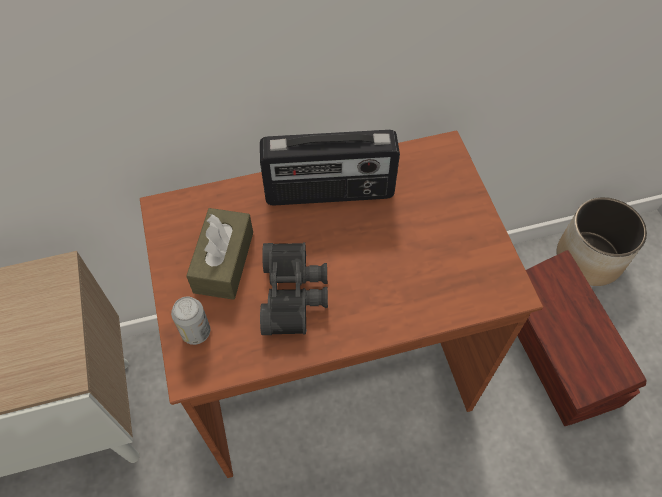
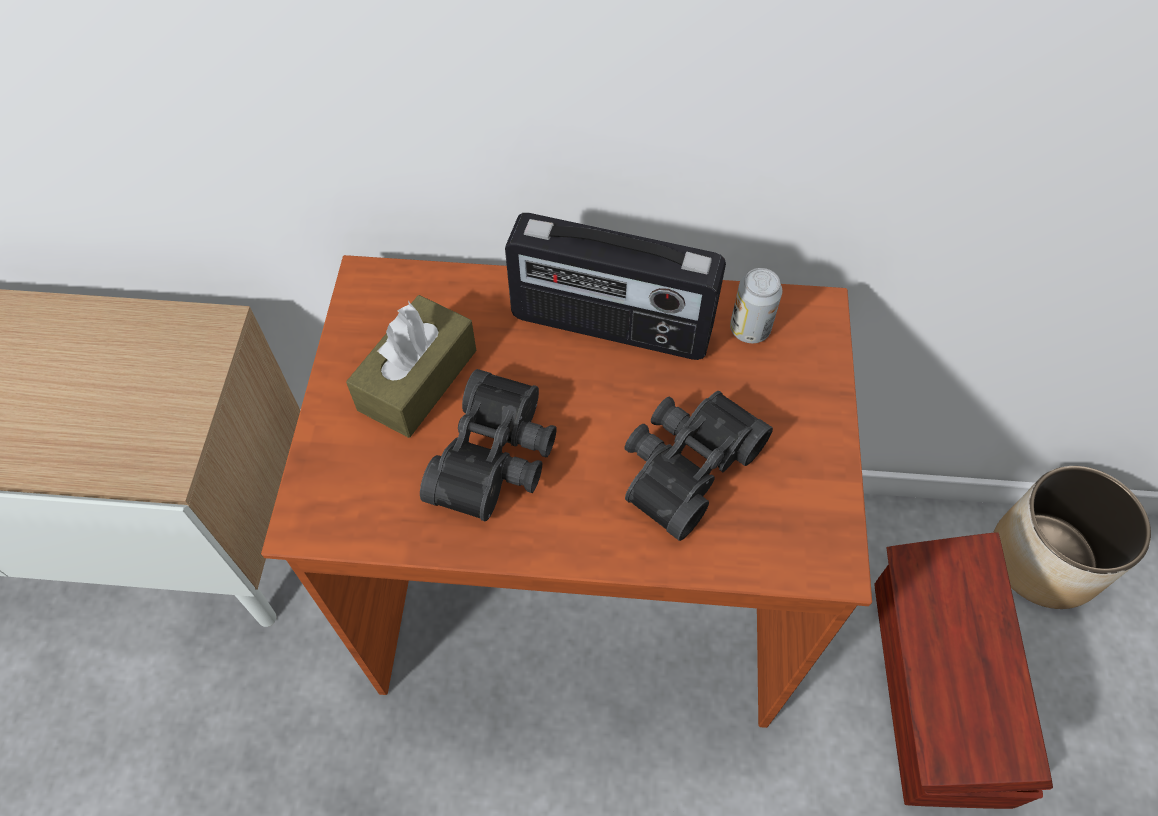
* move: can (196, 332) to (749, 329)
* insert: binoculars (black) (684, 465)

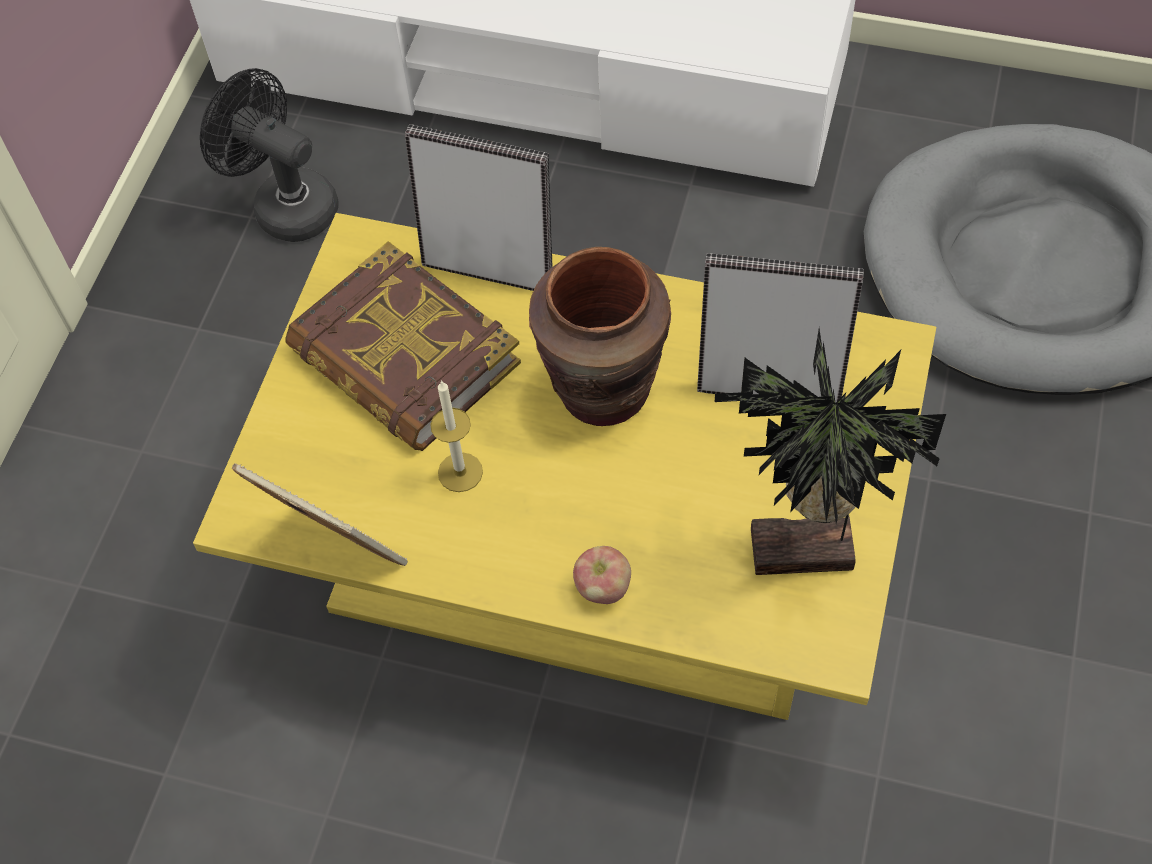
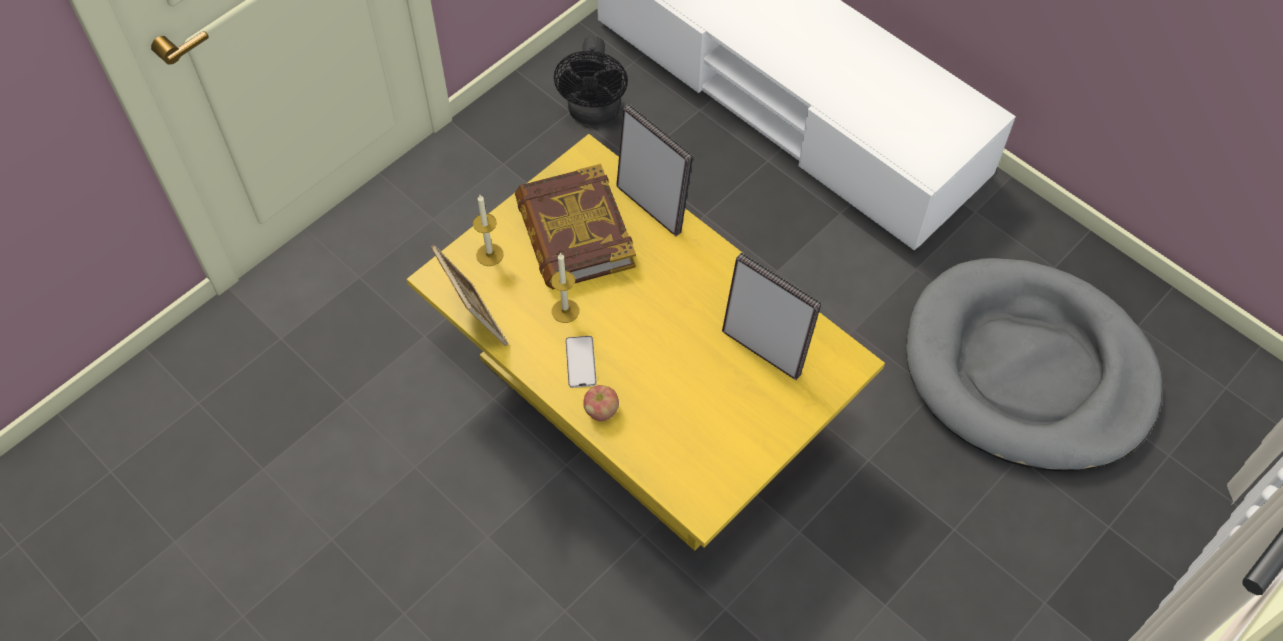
* rotate: fan (black) (285, 204) = (594, 113) 150 degrees counterclockwise
* delete: vase (brown) (603, 390)
* delete: potted plant (804, 557)
* insert: candle (489, 254)
* insert: phone (580, 362)

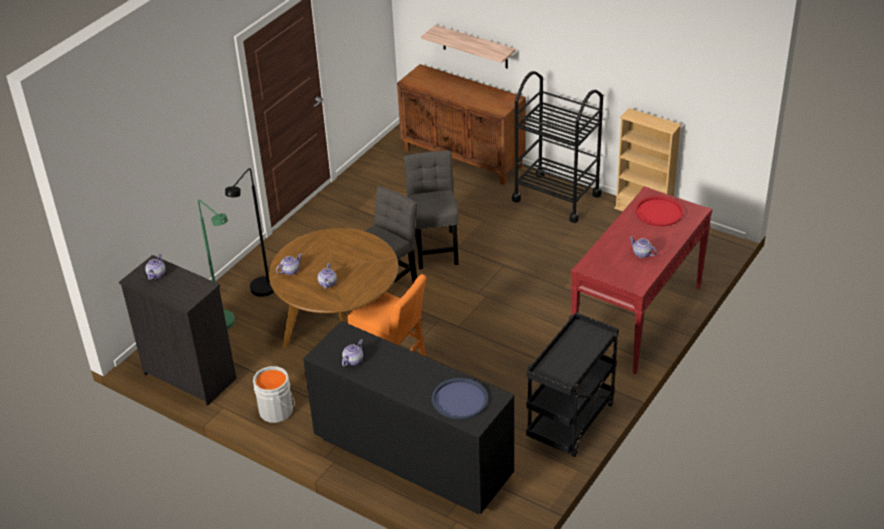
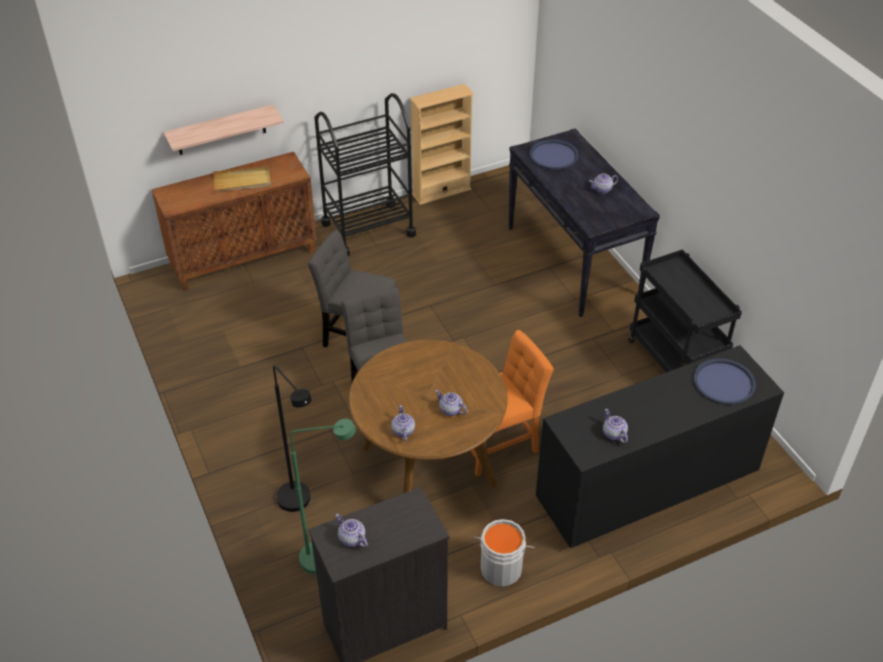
* recolor: console table (red) (637, 318) to console table (black) (573, 261)
* recolor: tray (red) (658, 212) to tray (blue) (553, 155)
* insert: tray (beige) (242, 181)

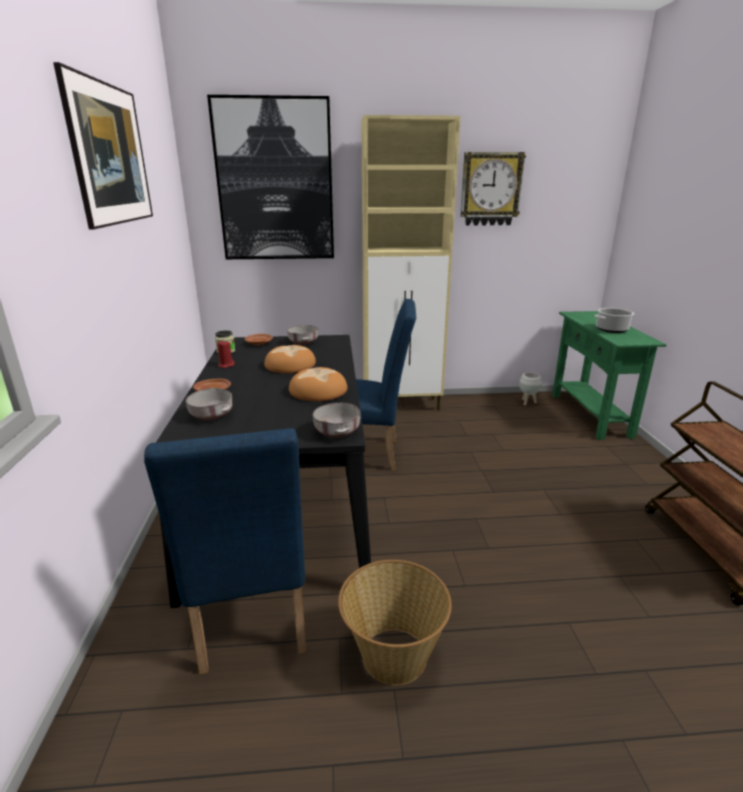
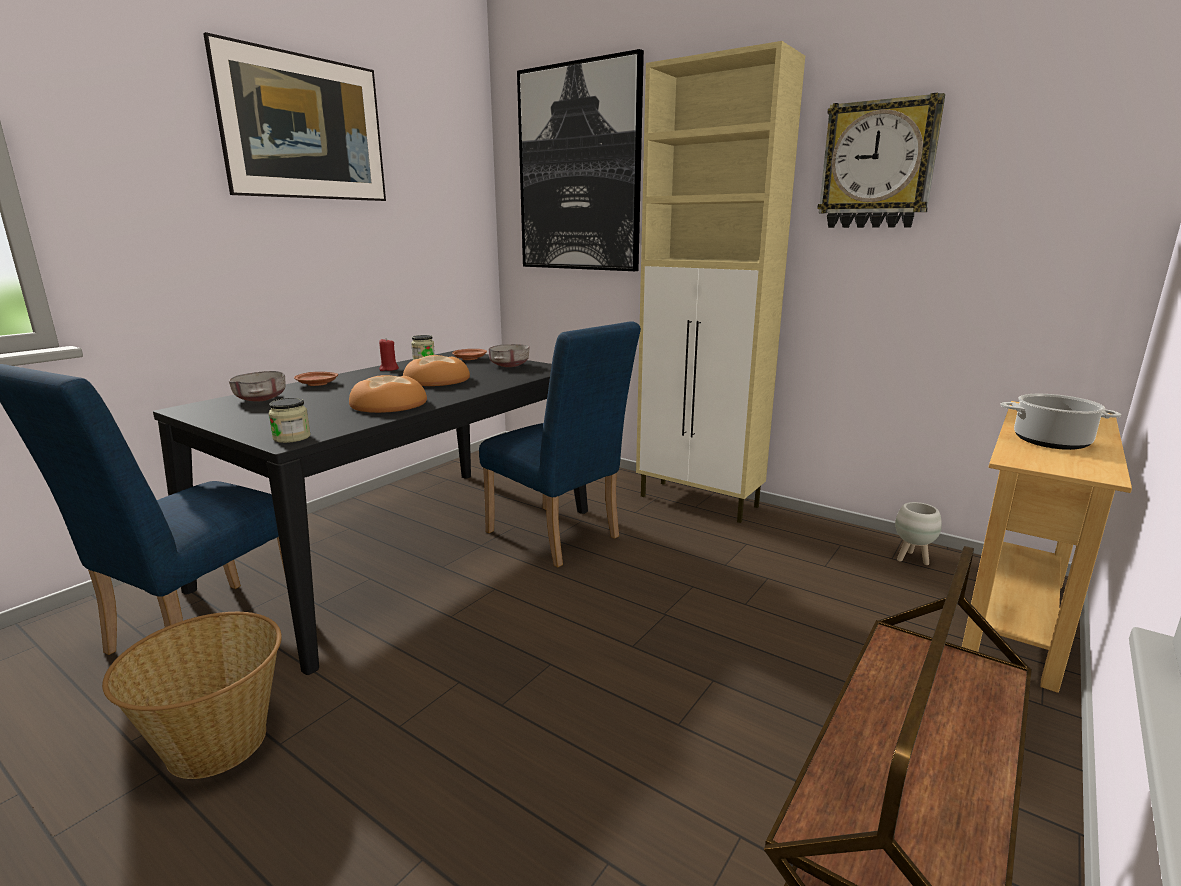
* recolor: console table (green) (590, 415) to console table (beige) (1015, 618)
* replace: bowl (grey) (337, 432) to jar (292, 437)

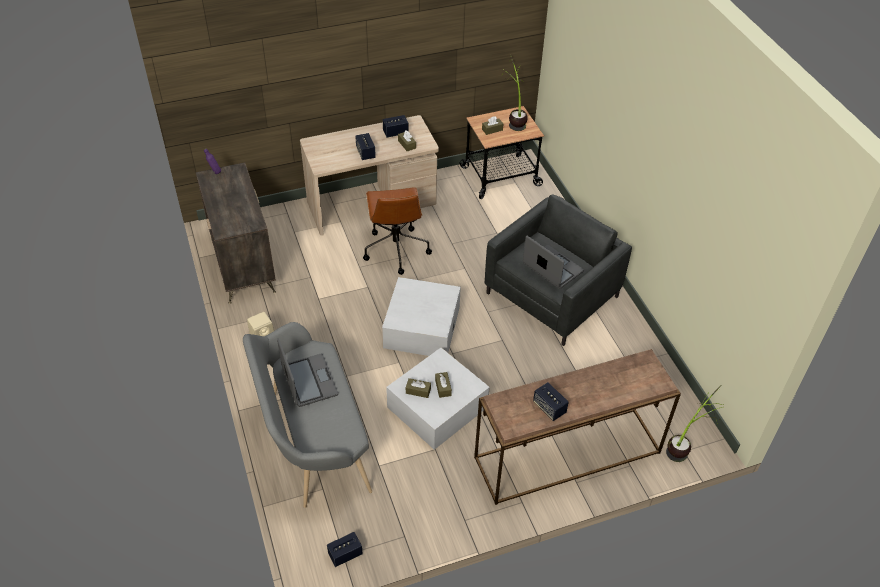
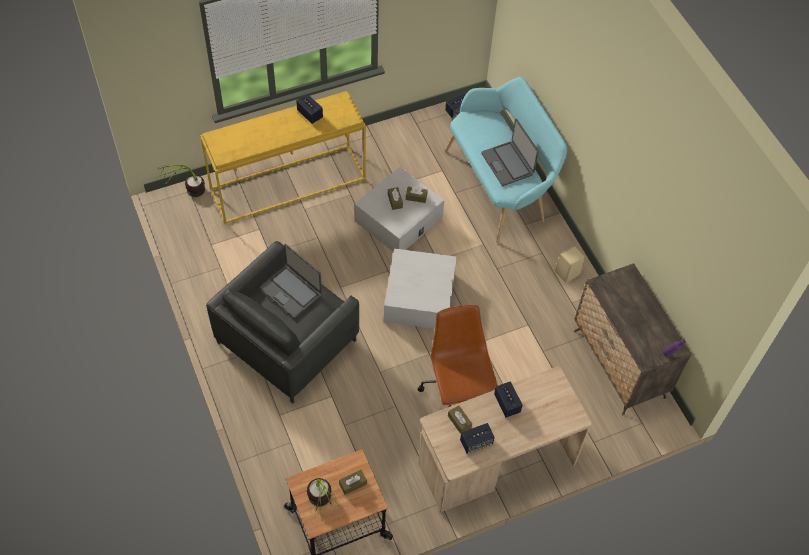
* recolor: bench (grey) (312, 442) to bench (turquoise) (499, 186)
* recolor: console table (brown) (567, 456) to console table (yellow) (289, 183)

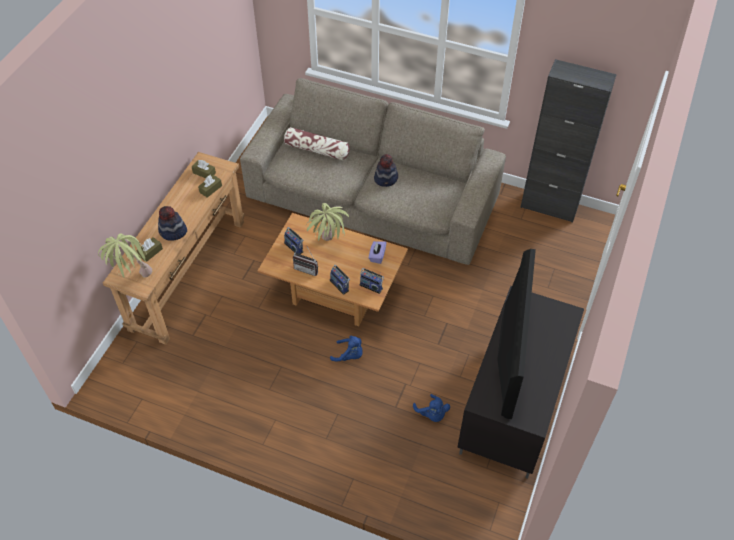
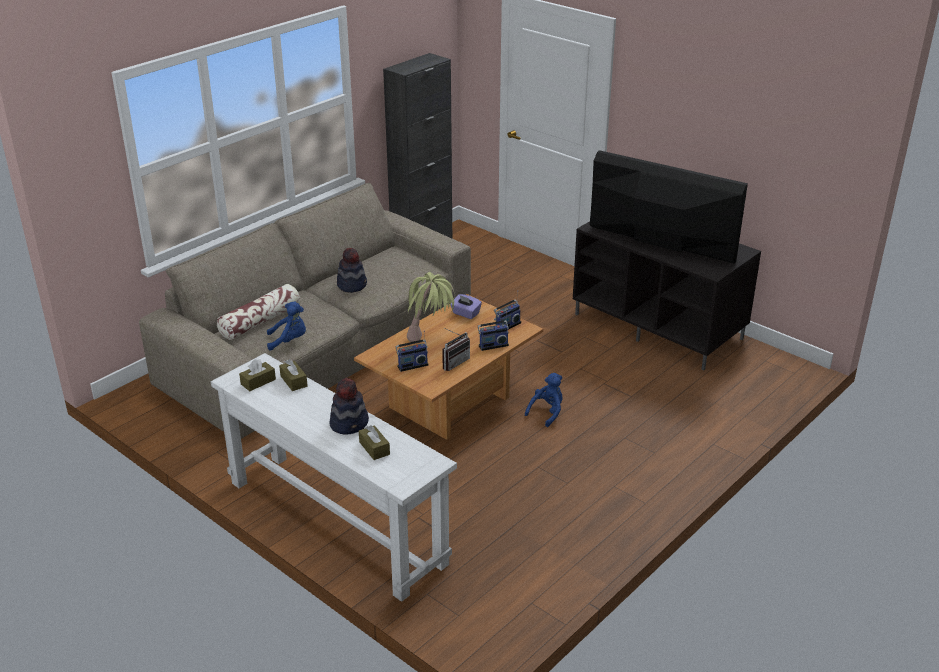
* recolor: console table (brown) (188, 274) to console table (white) (335, 522)
* delete: potted plant (132, 279)
* move: plush toy (blue) (432, 414) to (289, 341)

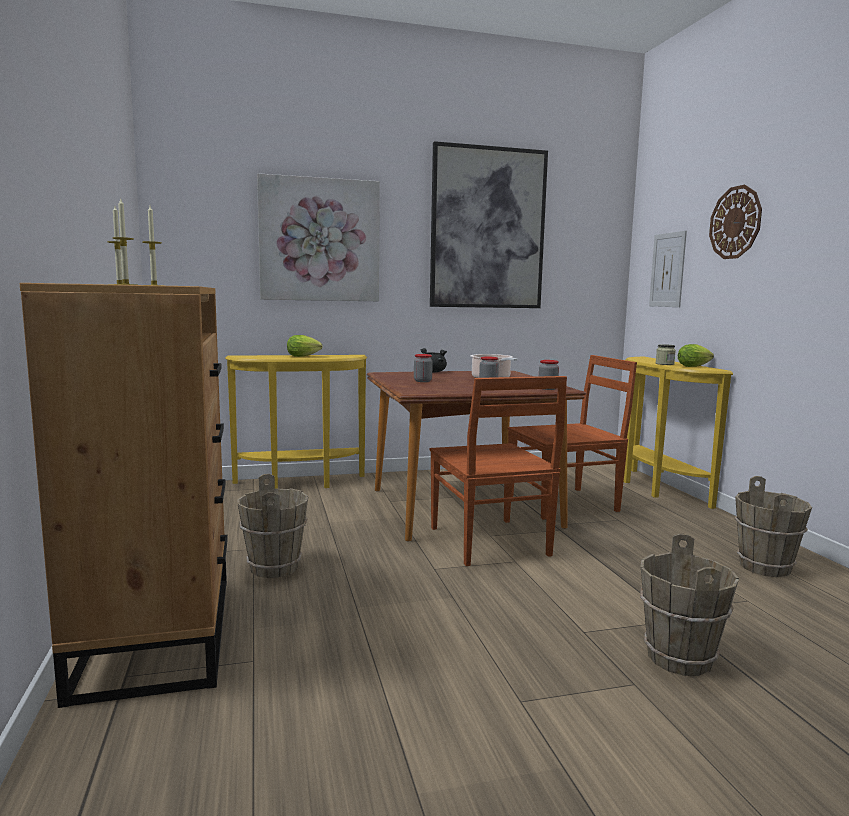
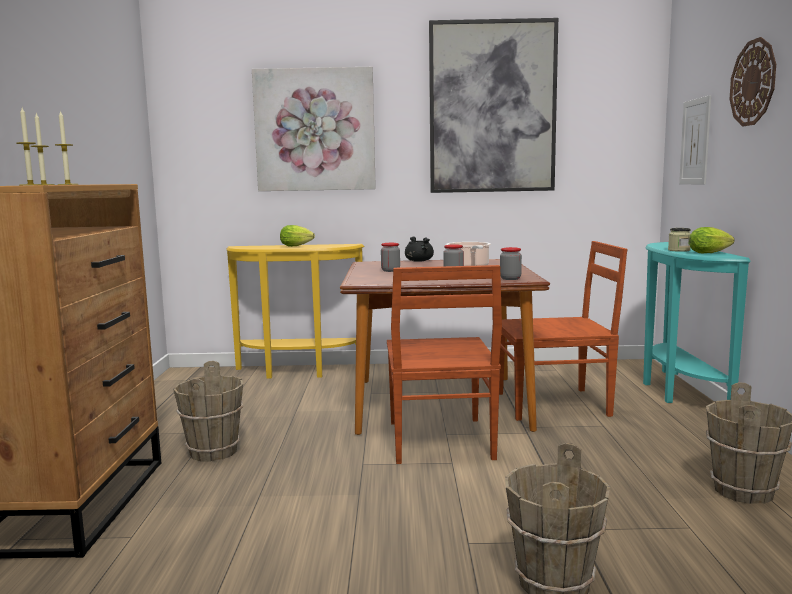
* recolor: console table (yellow) (656, 488) to console table (turquoise) (677, 392)

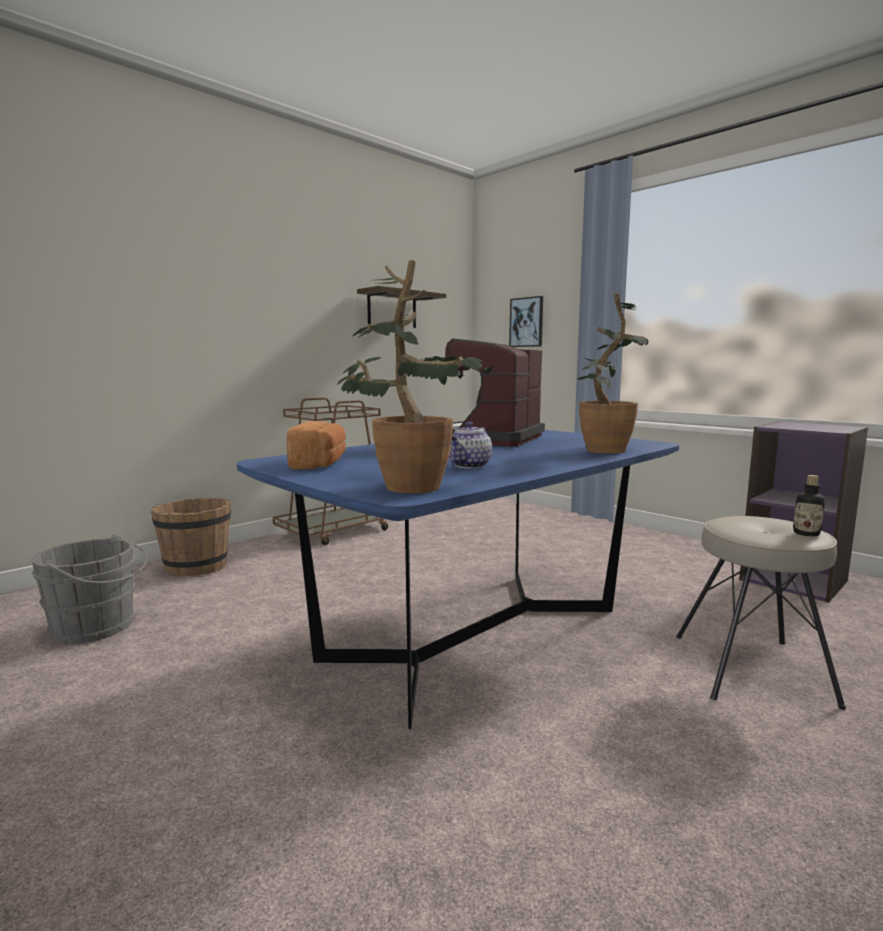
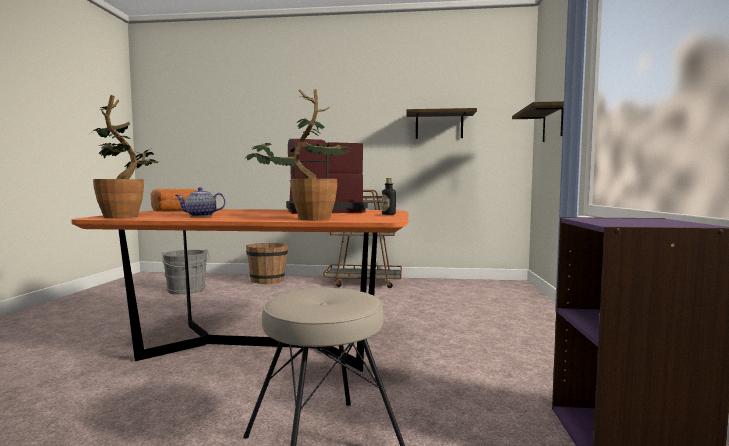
* replace: picture (526, 322) to shelf (553, 124)
* recolor: dining table (blue) (477, 634) to dining table (orange) (263, 346)
* move: bottle (806, 533) to (388, 214)

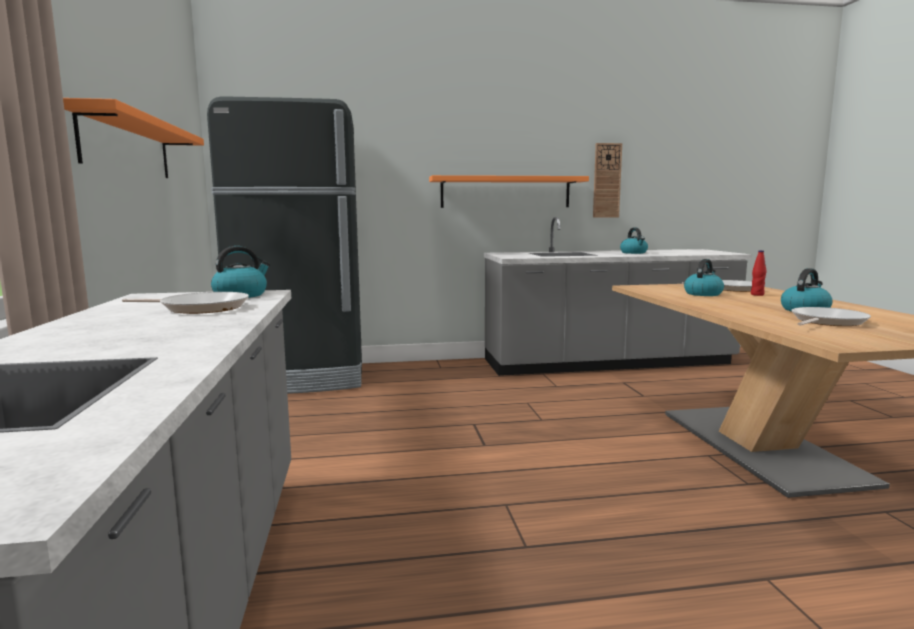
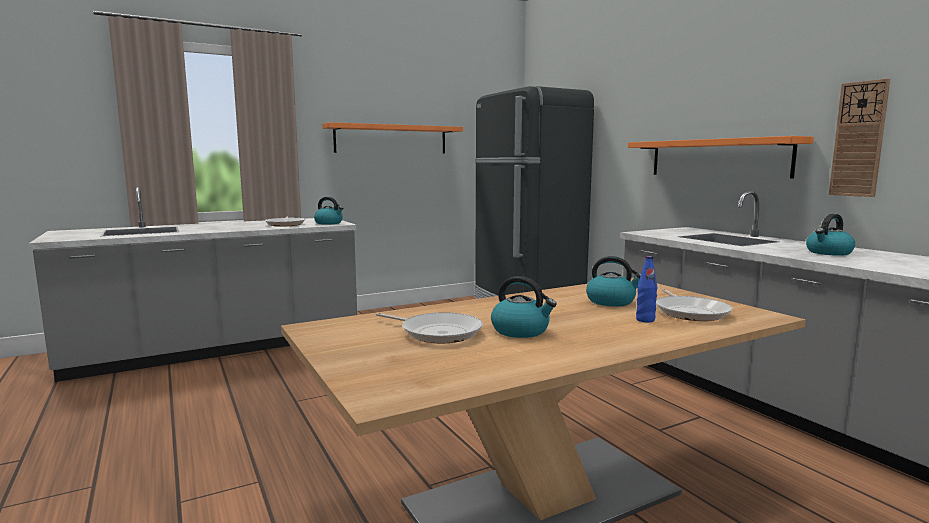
* recolor: bottle (red) (757, 294) to bottle (blue) (645, 320)

